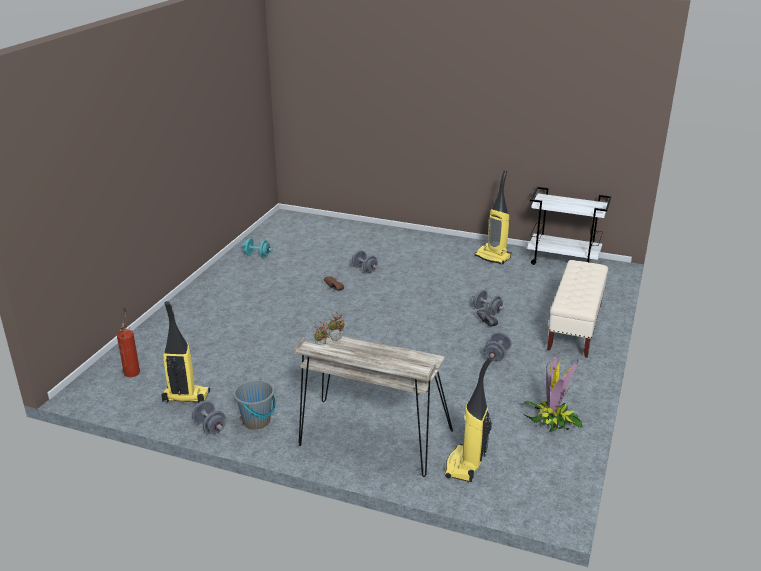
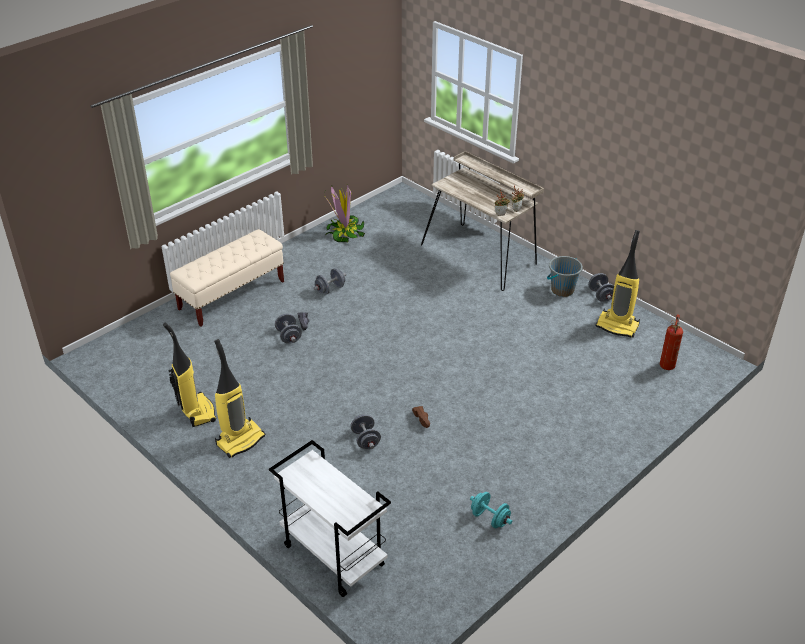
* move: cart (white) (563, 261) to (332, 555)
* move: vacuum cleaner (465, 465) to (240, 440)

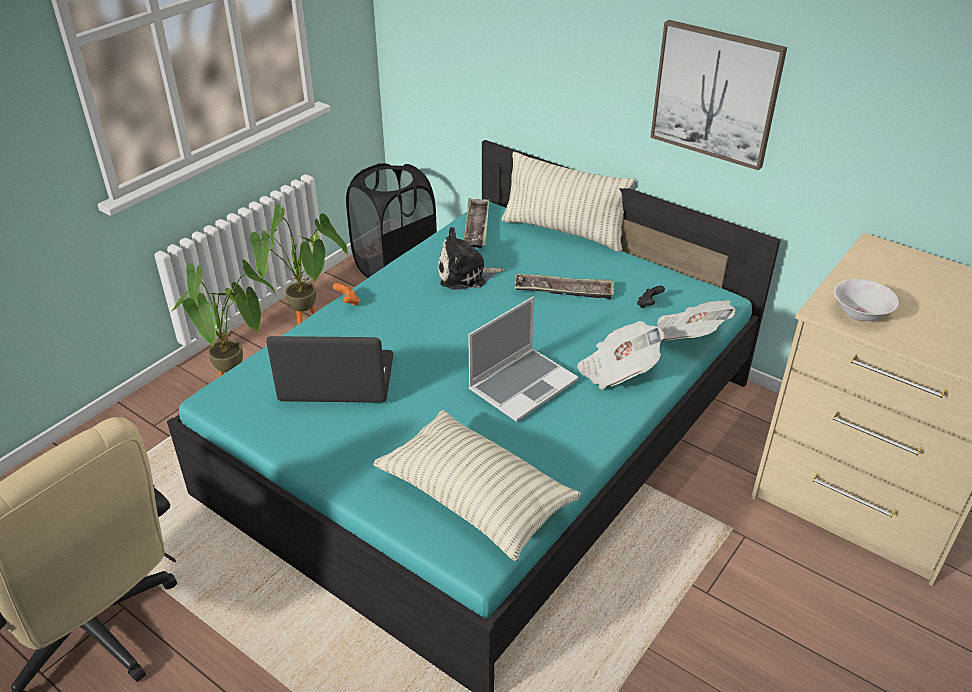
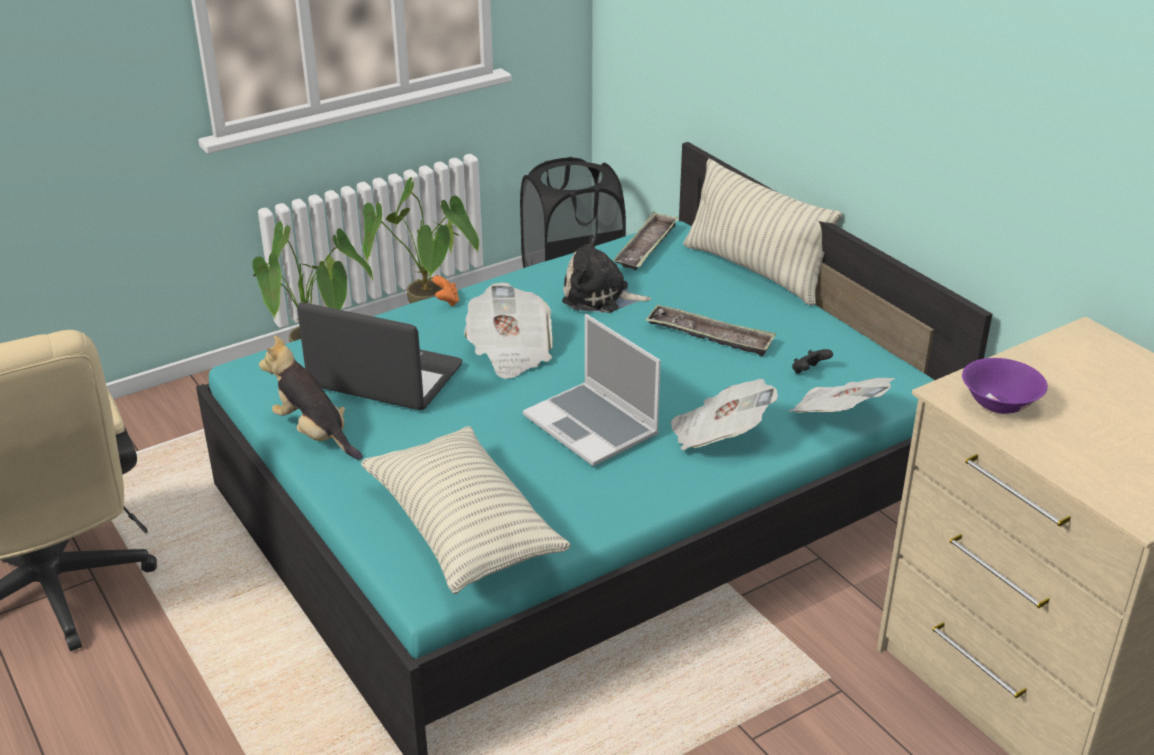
* delete: picture (716, 94)
* recolor: bowl (white) (860, 314) to bowl (purple) (999, 405)
* rotate: laptop (523, 384) = (593, 426) 75 degrees clockwise
* insert: newspaper (510, 352)
* insert: plush toy (315, 434)

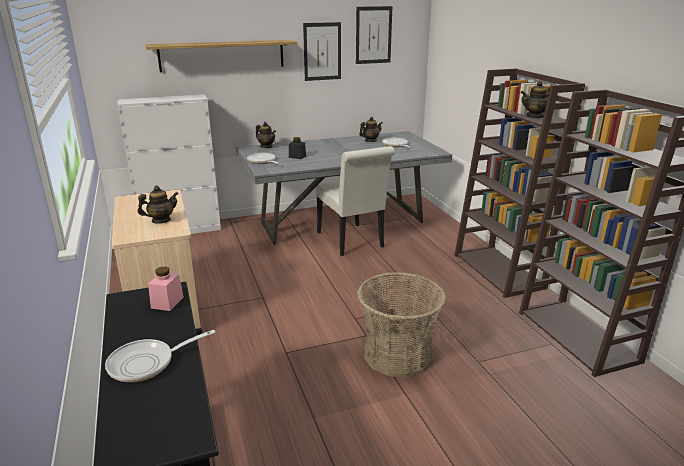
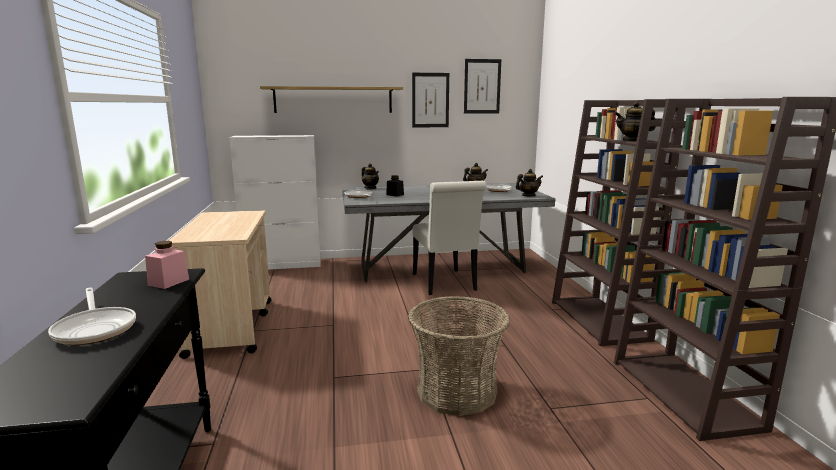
* move: teapot (161, 220) to (528, 196)
* rotate: frying pan (147, 363) = (95, 329) 105 degrees counterclockwise

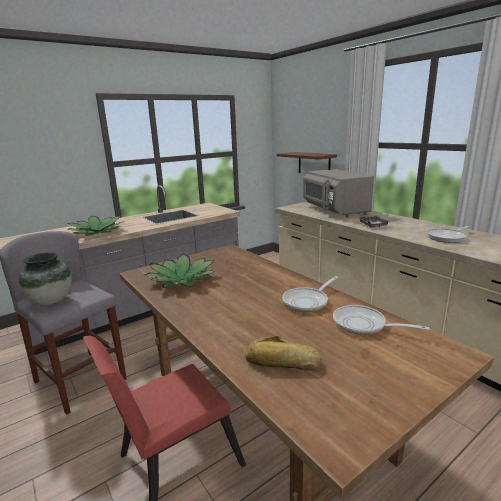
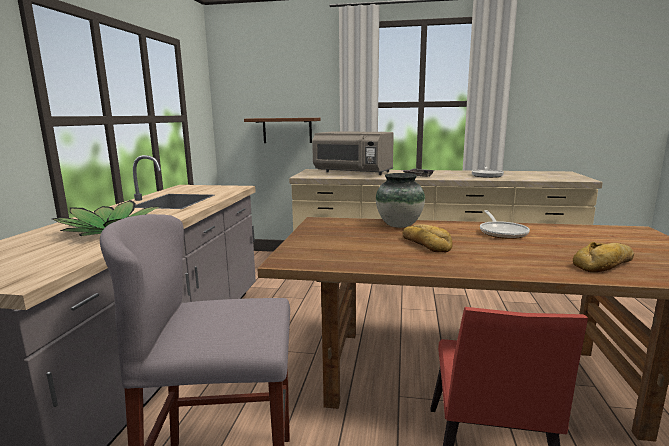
* move: vase (51, 301) to (399, 225)
* delete: potted plant (182, 279)
* delete: frying pan (363, 325)
* insert: bread (426, 244)

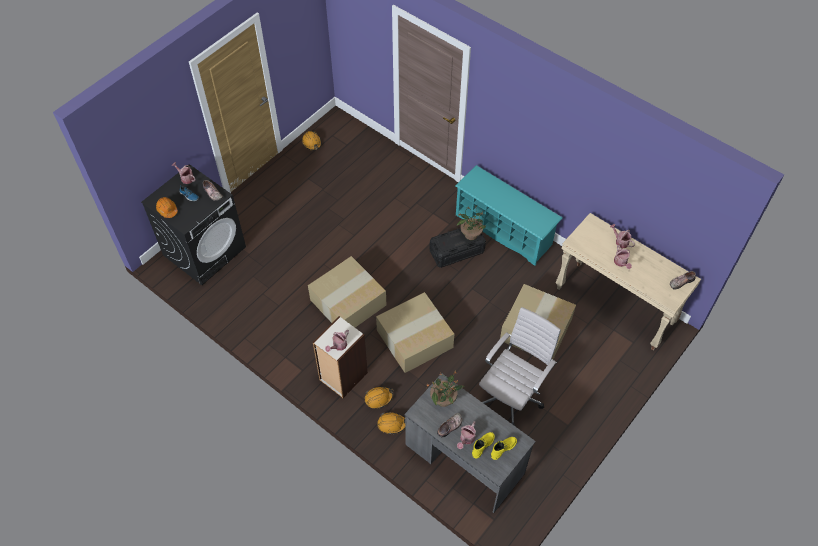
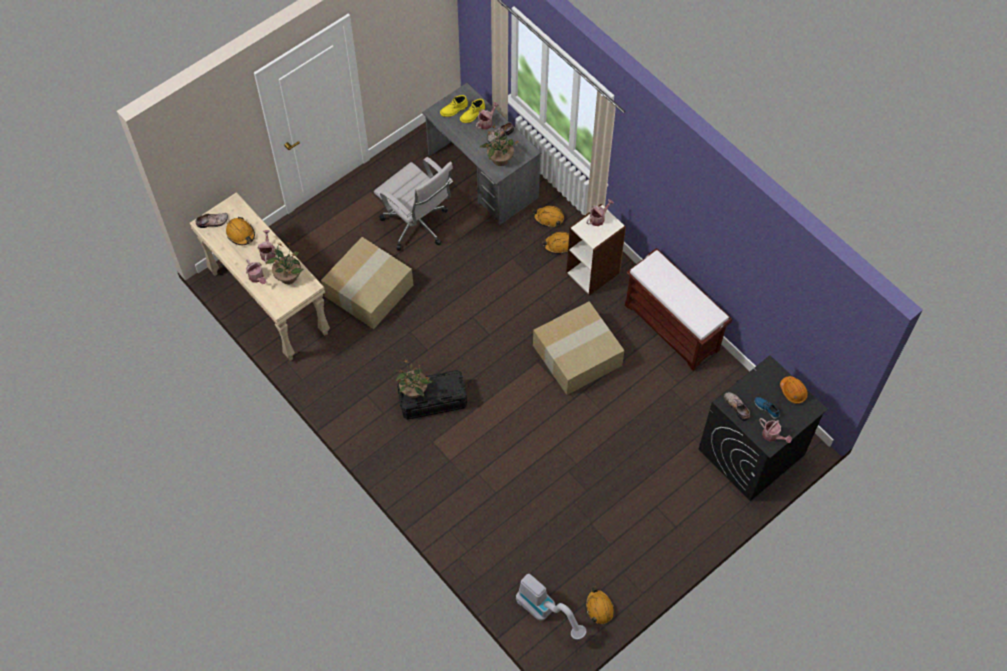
* delete: shoe rack (turquoise) (504, 230)
* delete: cardboard box (414, 340)
* rotate: office chair (white) (512, 396) = (418, 226) 90 degrees counterclockwise
* insert: hard hat (orange) (241, 234)
* insert: potted plant (288, 276)
* insert: bench (brown) (672, 328)
* insert: vacuum cleaner (546, 612)

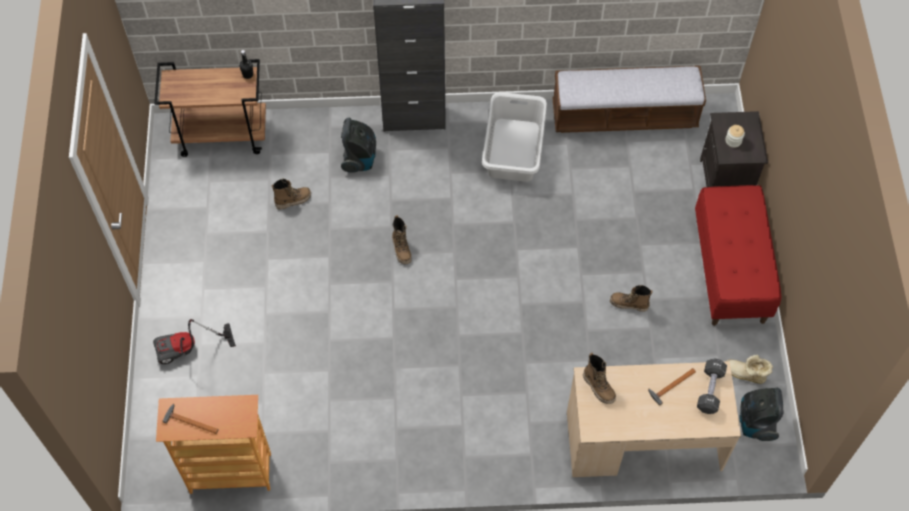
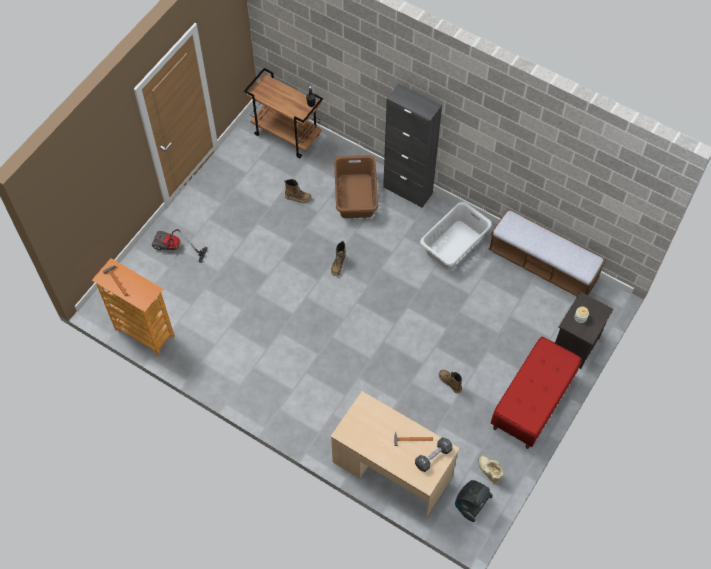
* replace: vacuum cleaner (360, 158) to laundry basket (brown) (356, 195)
* delete: boot (599, 387)

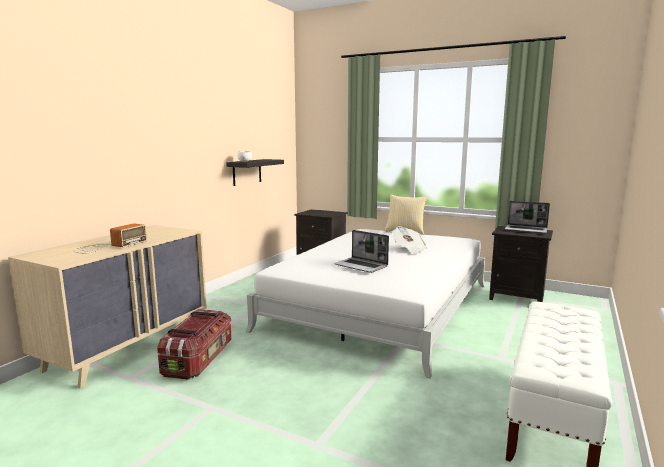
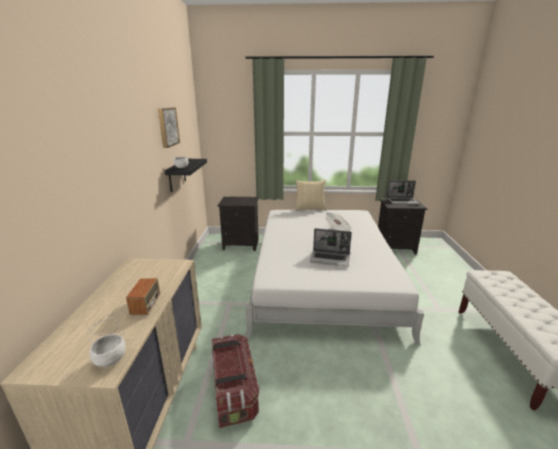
* insert: picture (167, 127)
* insert: bowl (white) (111, 359)

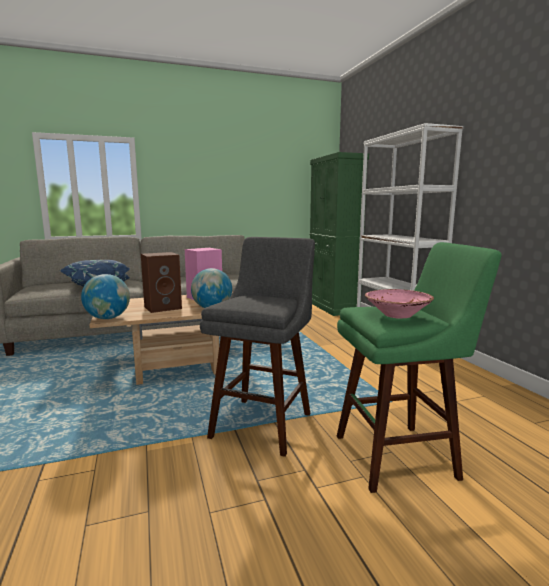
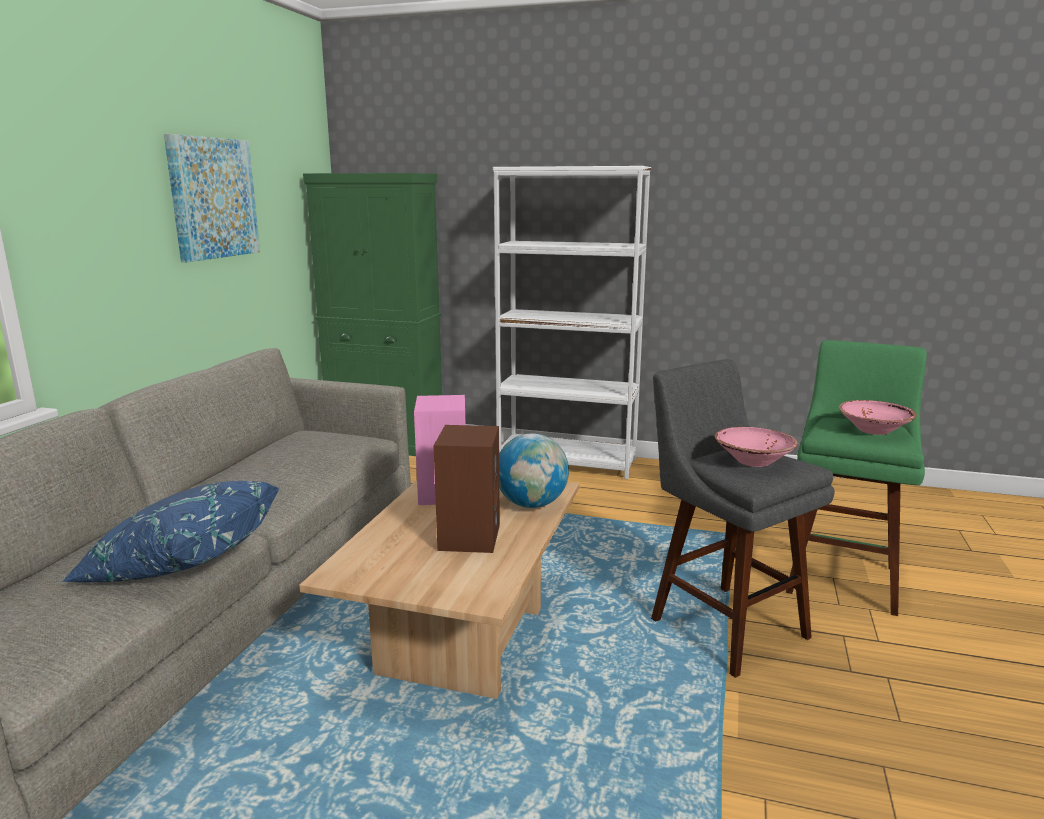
* delete: globe (108, 318)
* insert: picture (213, 198)
* insert: bowl (pink) (753, 461)

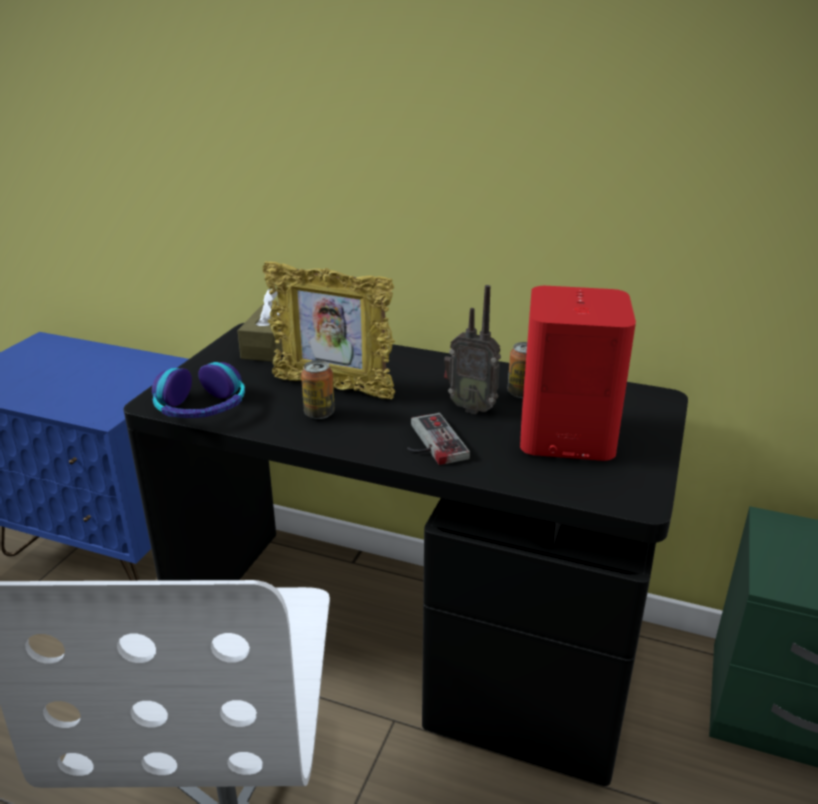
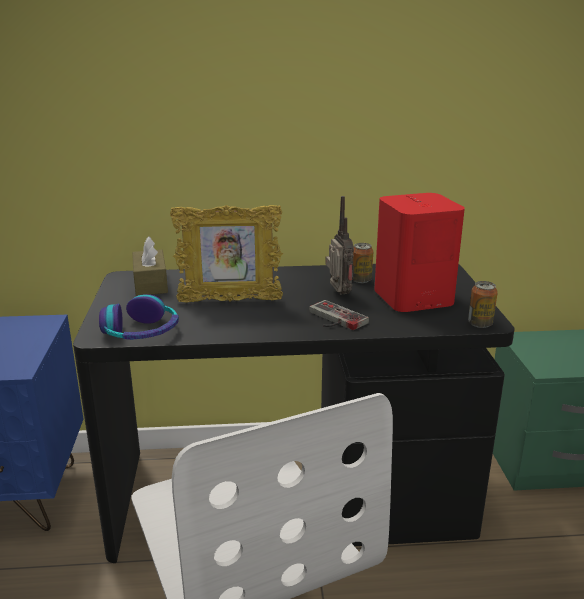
* rotate: radio (471, 407) = (338, 294) 105 degrees counterclockwise
* move: can (319, 413) to (480, 324)

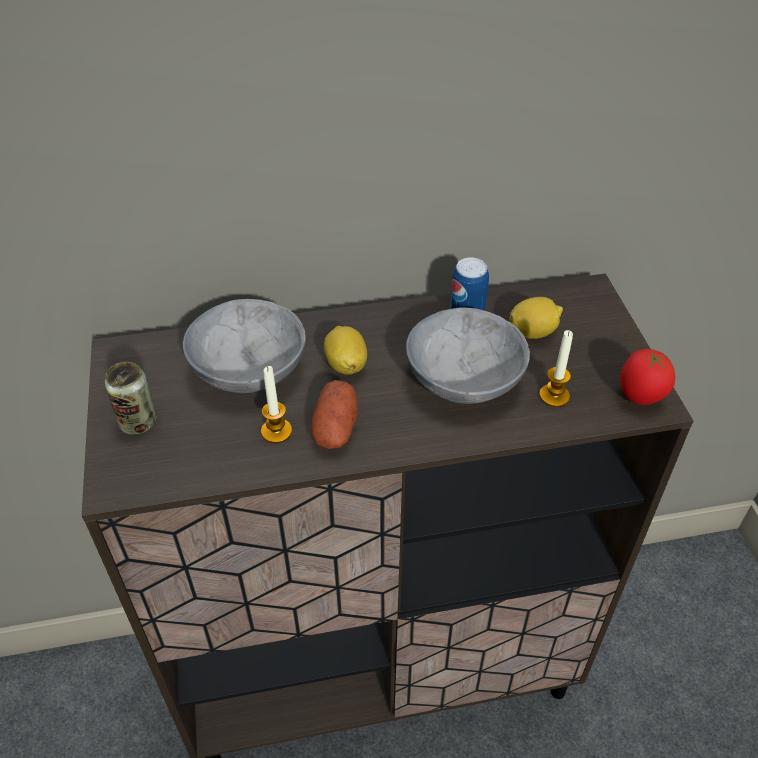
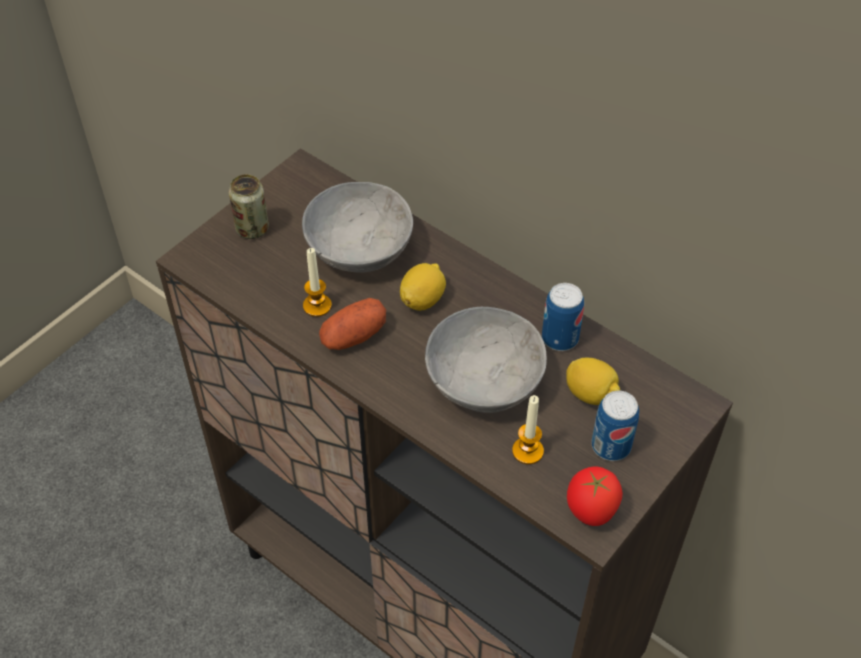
* insert: can (611, 446)

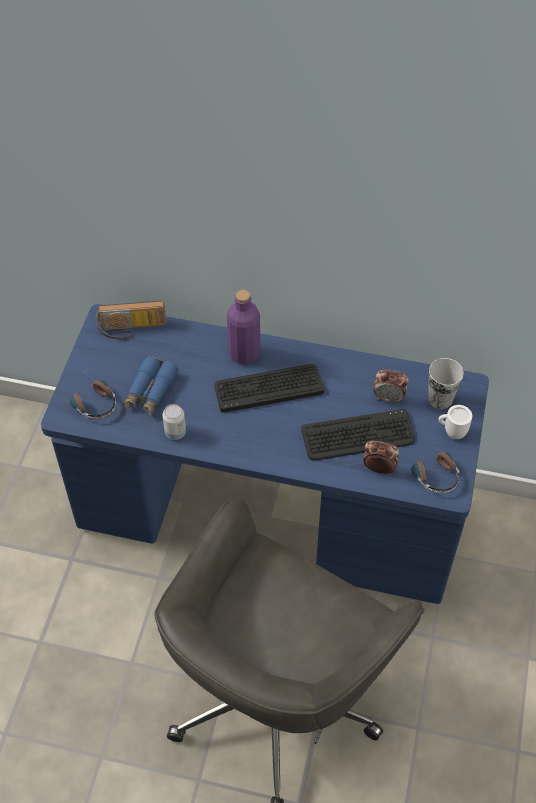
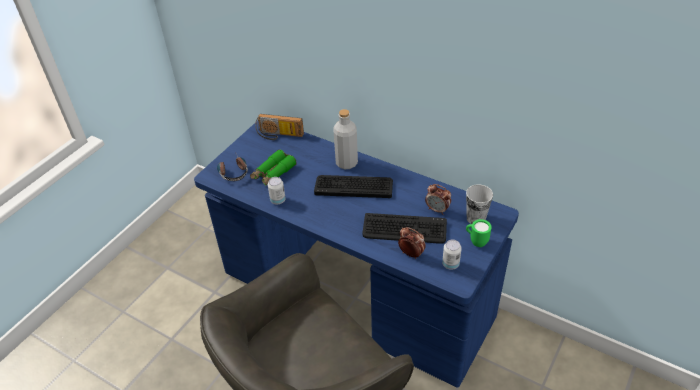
* recolor: bottle (purple) (244, 353) to bottle (grey) (346, 163)
* recolor: binoculars (blue) (150, 391) to binoculars (green) (273, 173)
* recolor: mug (white) (451, 432) to mug (green) (476, 241)
* replace: headphones (432, 471) to can (450, 264)

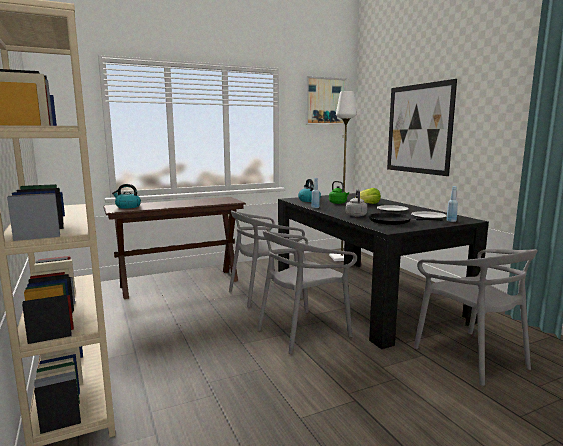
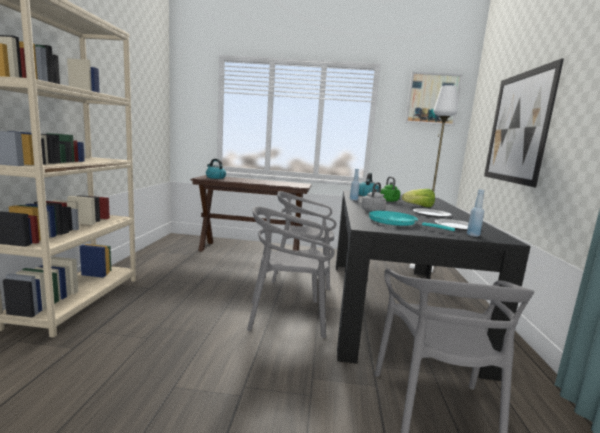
* recolor: frying pan (black) (393, 221) to frying pan (turquoise) (396, 222)

